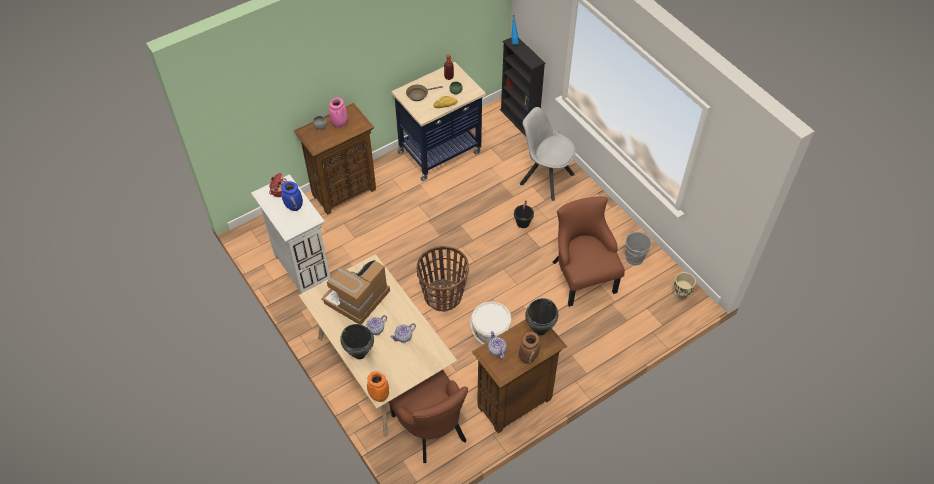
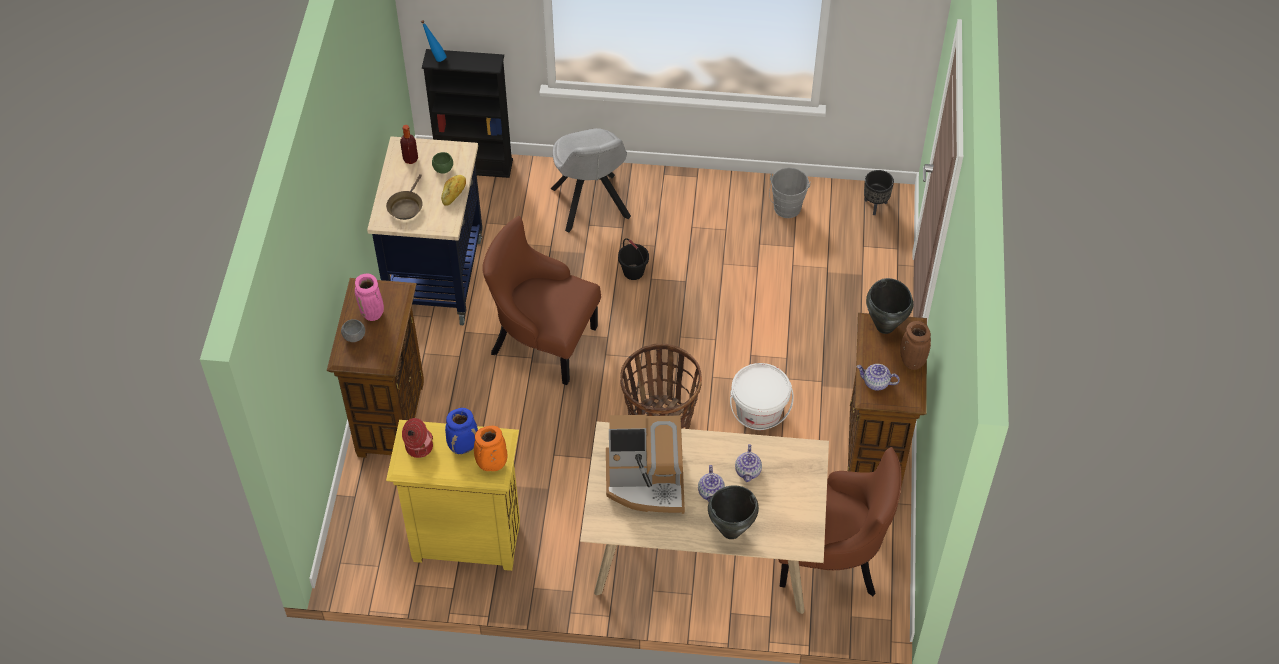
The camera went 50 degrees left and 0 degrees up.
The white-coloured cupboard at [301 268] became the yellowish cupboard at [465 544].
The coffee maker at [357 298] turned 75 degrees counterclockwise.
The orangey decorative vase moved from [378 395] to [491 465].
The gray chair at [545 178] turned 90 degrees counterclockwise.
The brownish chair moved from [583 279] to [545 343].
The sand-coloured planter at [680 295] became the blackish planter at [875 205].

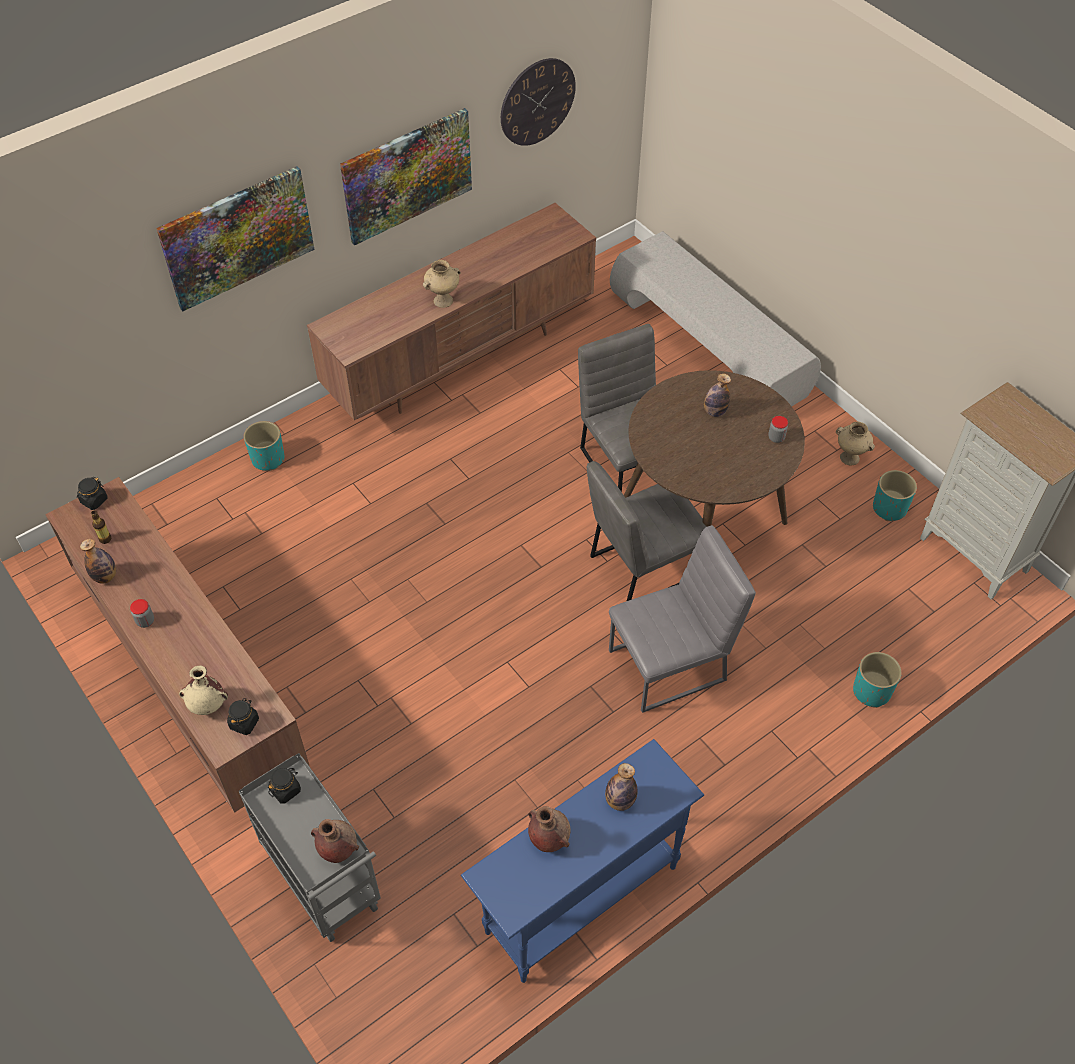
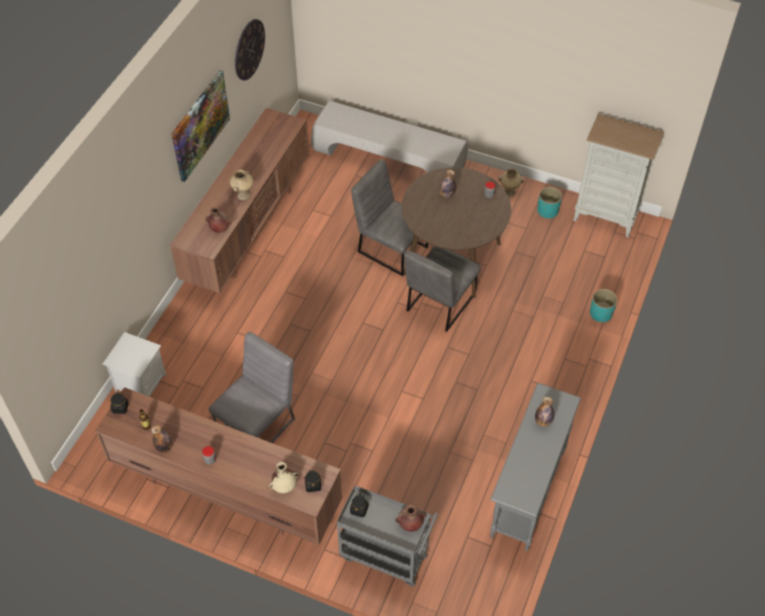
The camera went 30 degrees left and 0 degrees up.
The wall art at [237 237] disappeared.
The blue-green planter at [268 459] disappeared.
The bluish console table at [580 899] became the gray console table at [527 494].
The brownish decorative vase moved from [548 838] to [219 228].
The gray chair moved from [671 664] to [258 425].
The gray nightstand at [140 382] appeared.

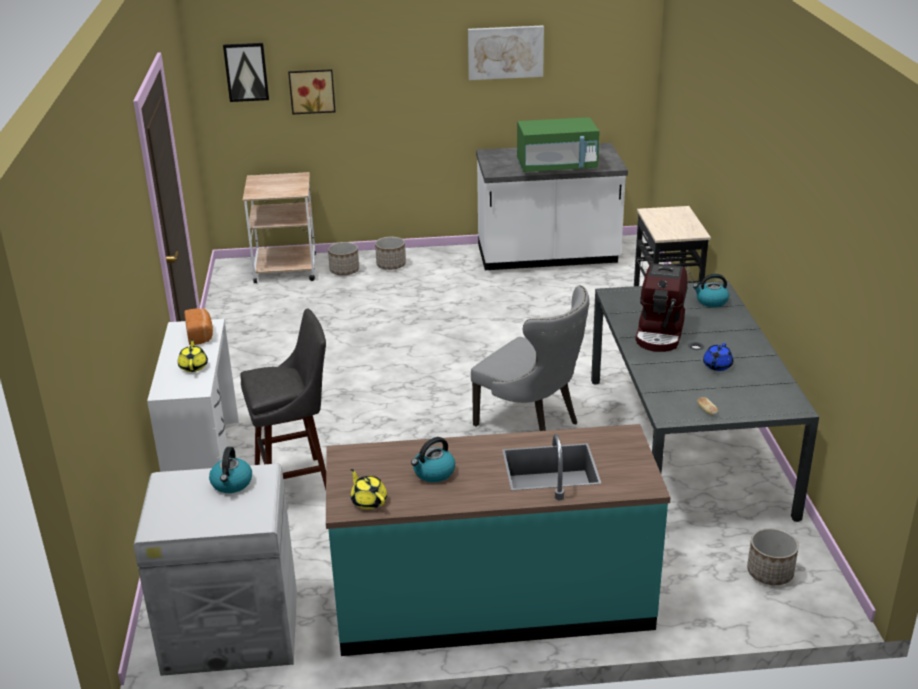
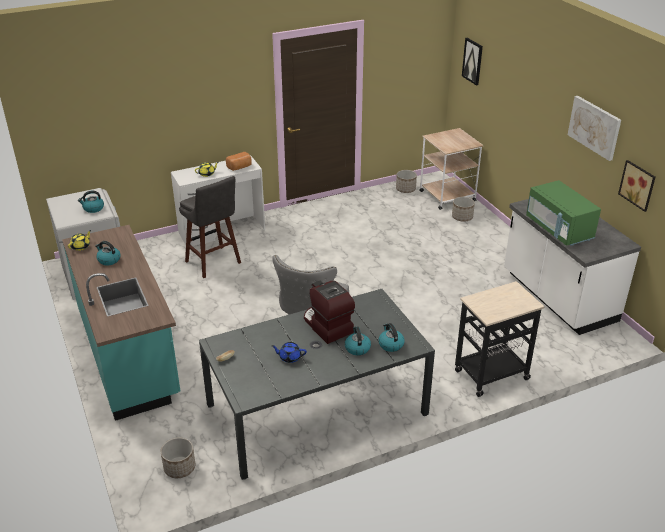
The camera went 70 degrees right and 5 degrees up.
The wall art moved from [312 91] to [638 185].
The planter moved from [391 265] to [406 189].
The coffee maker at [660 333] turned 60 degrees clockwise.
The tea kettle at [357 348] appeared.

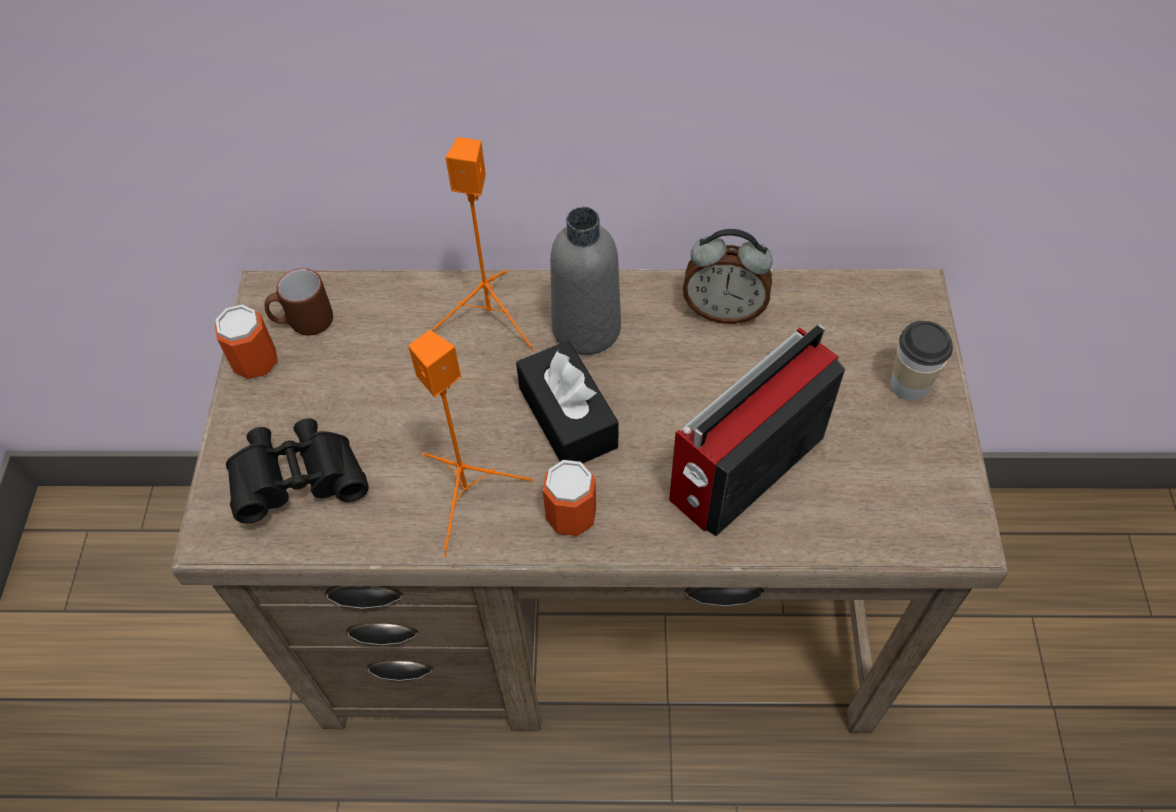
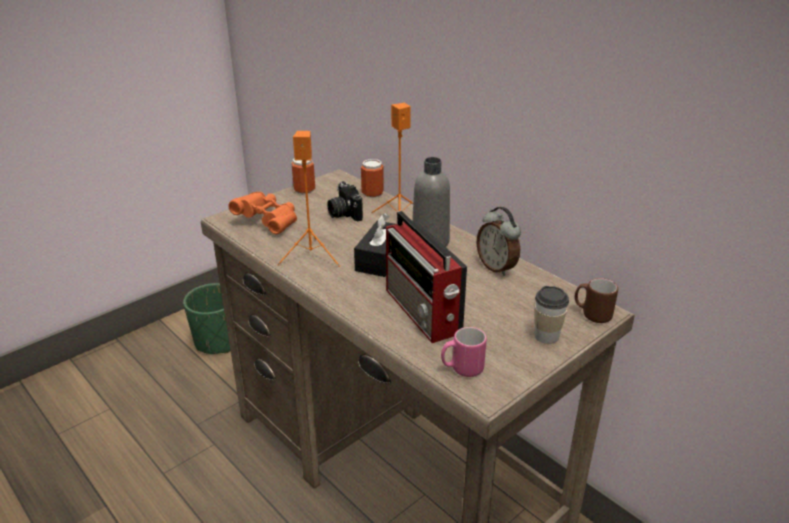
The camera went 45 degrees right and 25 degrees down.
The blackish pair of binoculars at [300 480] became the orangey pair of binoculars at [268 222].
The brownish mug moved from [304 322] to [592 314].
The metal can moved from [571 516] to [372 193].
The radio receiver at [743 469] turned 120 degrees counterclockwise.
The green planter at [218 341] appeared.
The photo camera at [344 213] appeared.
The pink-coloured mug at [462 369] appeared.

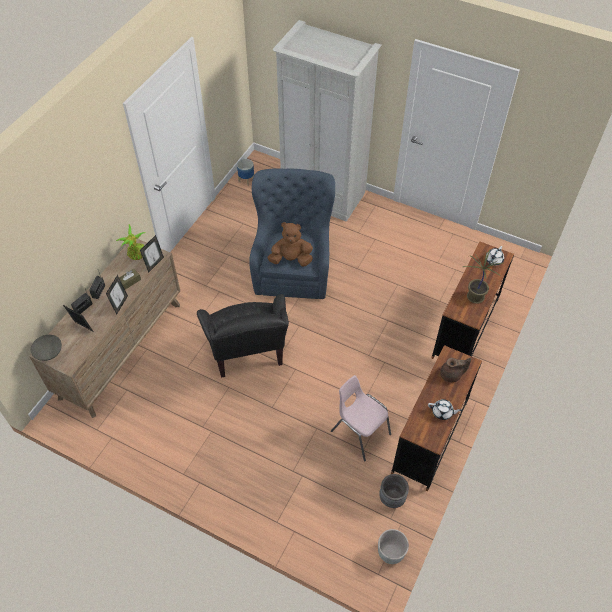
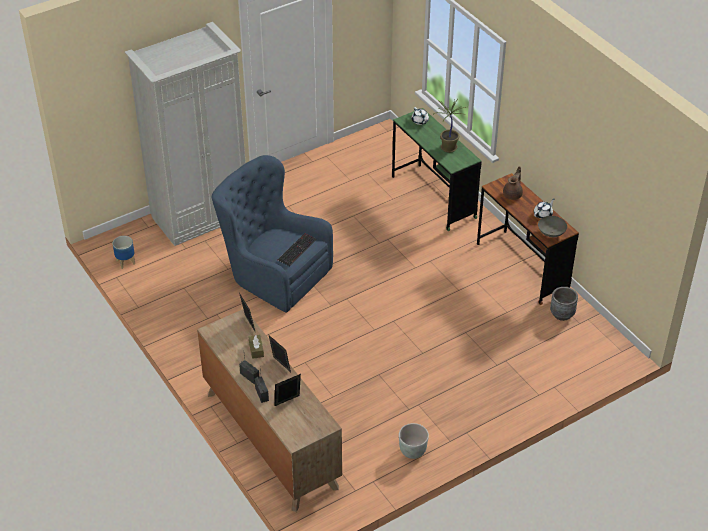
The camera went 60 degrees left and 10 degrees down.
The gray deep dish moved from [48 353] to [551 233].
The houseplant at [136 254] disappeared.
The blackish easy chair at [249 360] disappeared.
The brownish plush toy at [291 259] was replaced by the PC keyboard at [296 249].
The pink-coloured chair at [360 432] disappeared.
The gray planter moved from [390 553] to [413 451].
The brownish desk at [465 328] became the green desk at [433 197].

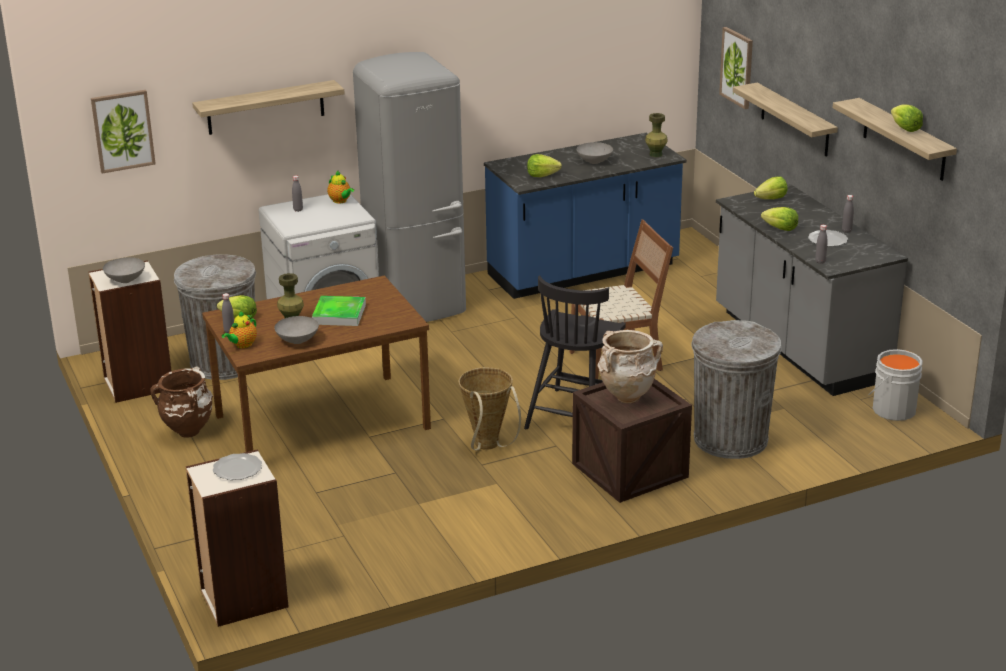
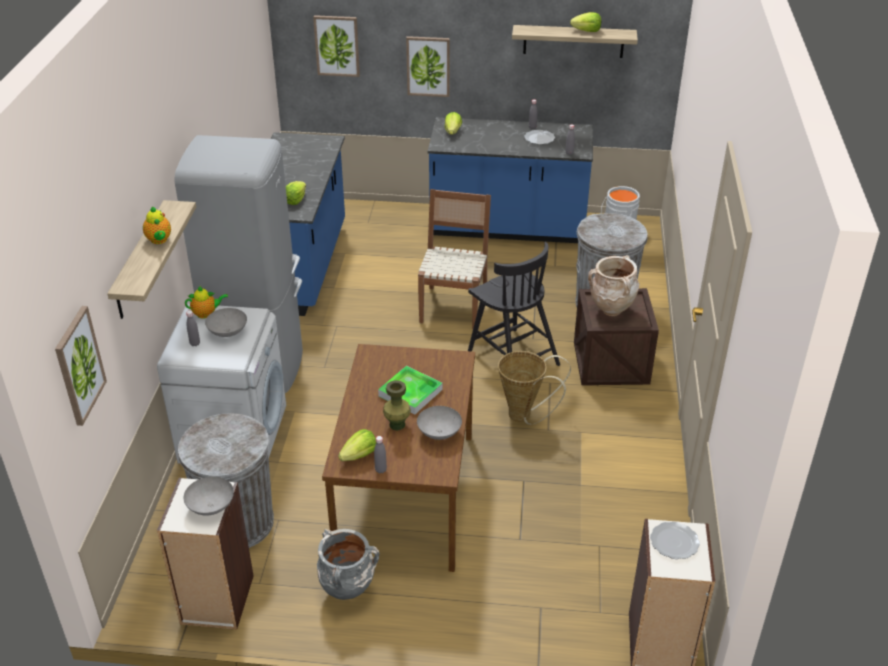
The camera went 60 degrees left and 10 degrees up.
The brownish decorative vase at [188 433] became the gray decorative vase at [348 591].
The pot for tea moved from [242 345] to [159 240].
The gray deep dish moved from [595 162] to [228 332].
The green decorative vase at [655 154] disappeared.
The gray counter at [798 346] became the bluish counter at [507 228].
The bracket shelf at [795 120] was replaced by the wall art at [428 66].
The lettuce head at [780 228] disappeared.

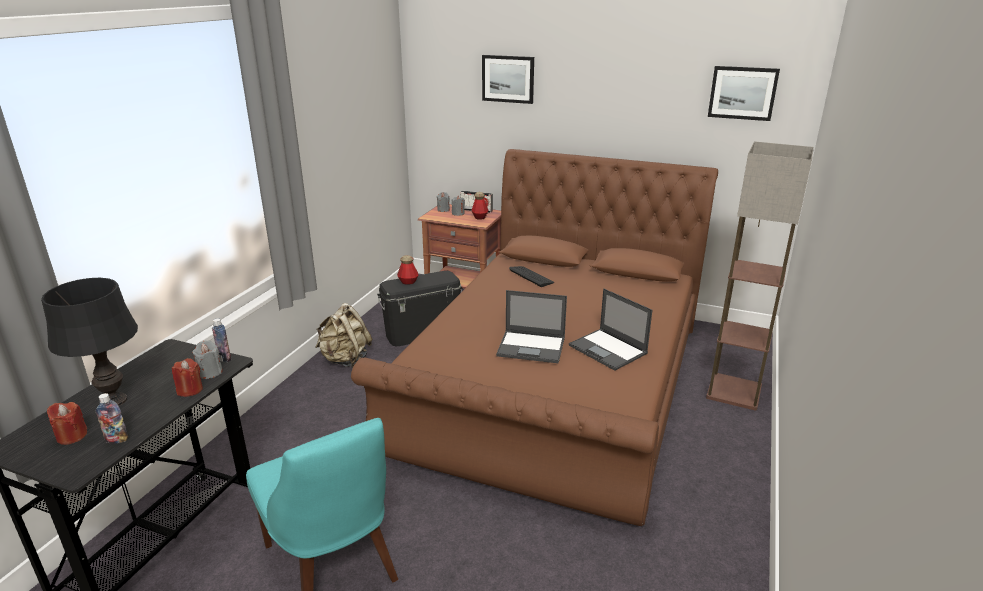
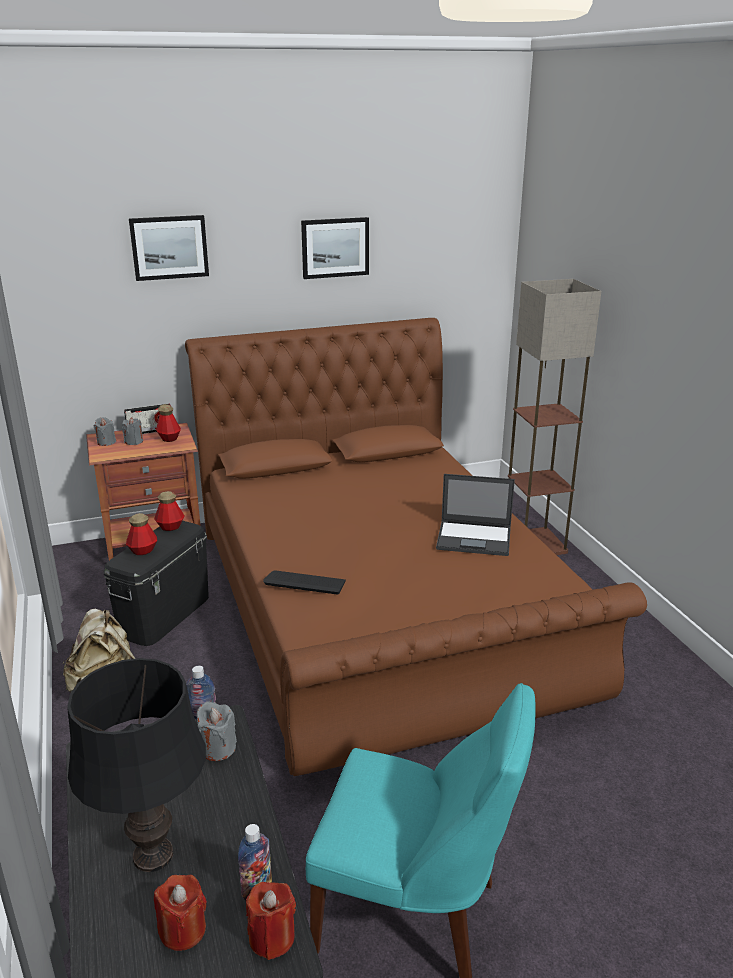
The camera went 40 degrees left and 0 degrees up.
The red-coloured candle moved from [190 390] to [272 937].
The laptop at [532 347] disappeared.
The PC keyboard moved from [531 276] to [305 583].
The wall art moved from [742 93] to [335 247].
The bottle at [170 527] appeared.

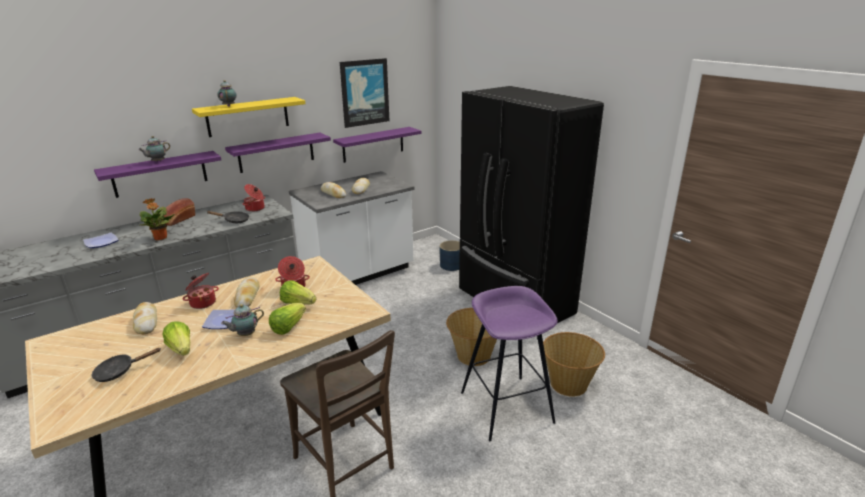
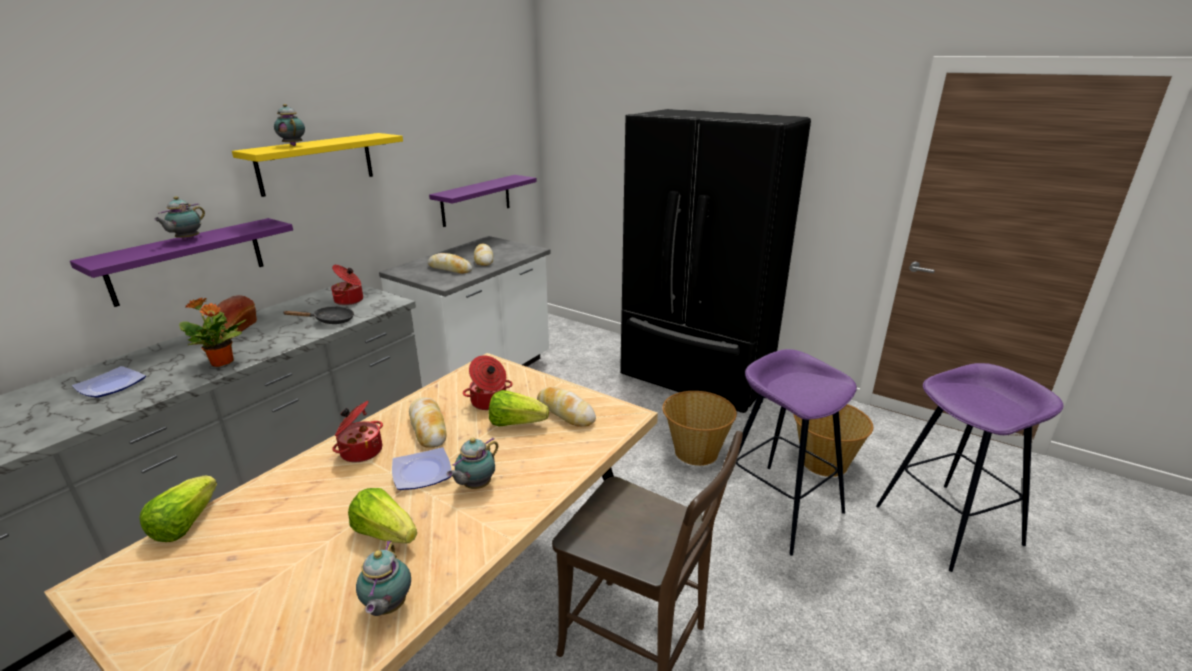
The camera went 20 degrees left and 0 degrees up.
The blackish pan at [119 371] disappeared.
The bakery bread moved from [146 322] to [565 412].
The purple bracket shelf at [276 152] disappeared.
The lettuce head moved from [288 327] to [185 523].
The wall art at [364 92] disappeared.
The bluish planter at [451 265] disappeared.
The pot for tea at [387 608] appeared.
The purple stool seat at [948 525] appeared.

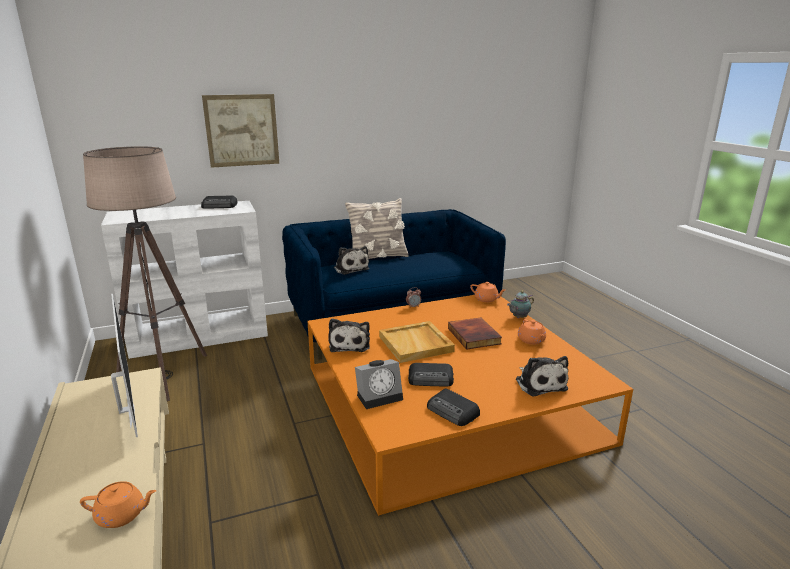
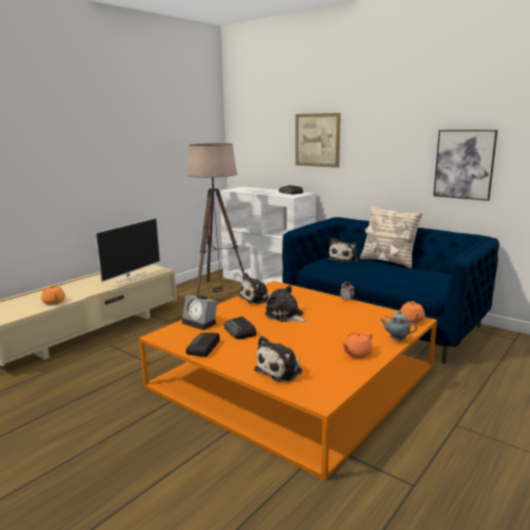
The camera went 60 degrees right and 5 degrees down.
The sand-coloured carrying tray at [416 344] was replaced by the plush toy at [285 315].
The book at [475 336] disappeared.
The wall art at [464 164] appeared.

